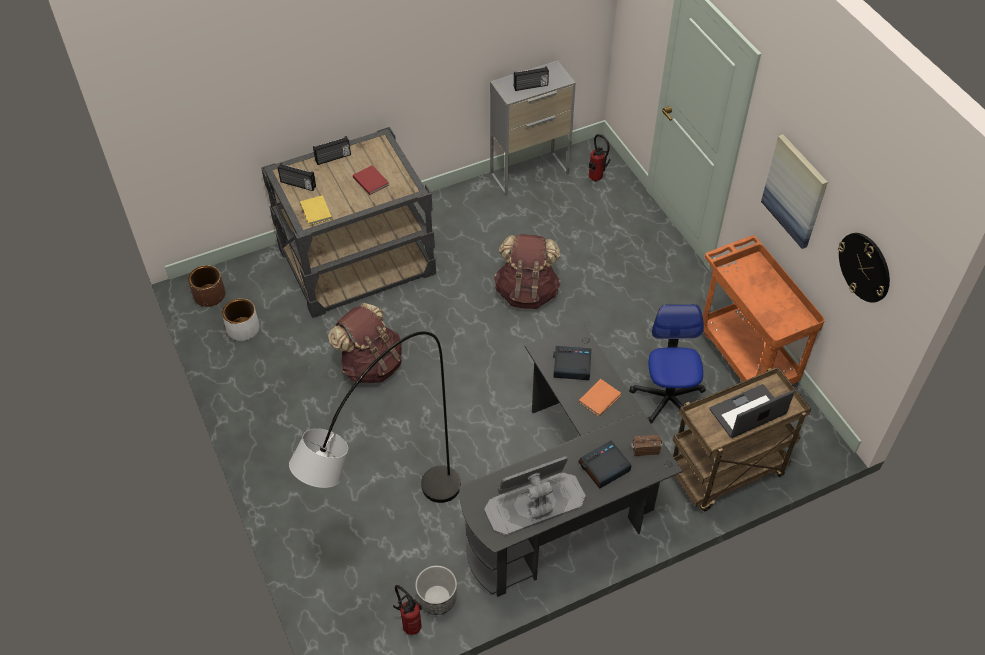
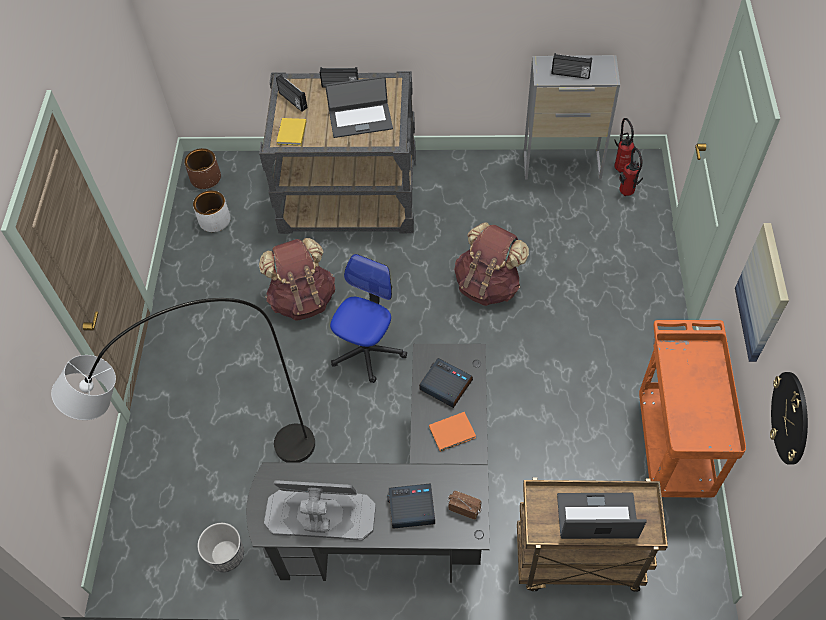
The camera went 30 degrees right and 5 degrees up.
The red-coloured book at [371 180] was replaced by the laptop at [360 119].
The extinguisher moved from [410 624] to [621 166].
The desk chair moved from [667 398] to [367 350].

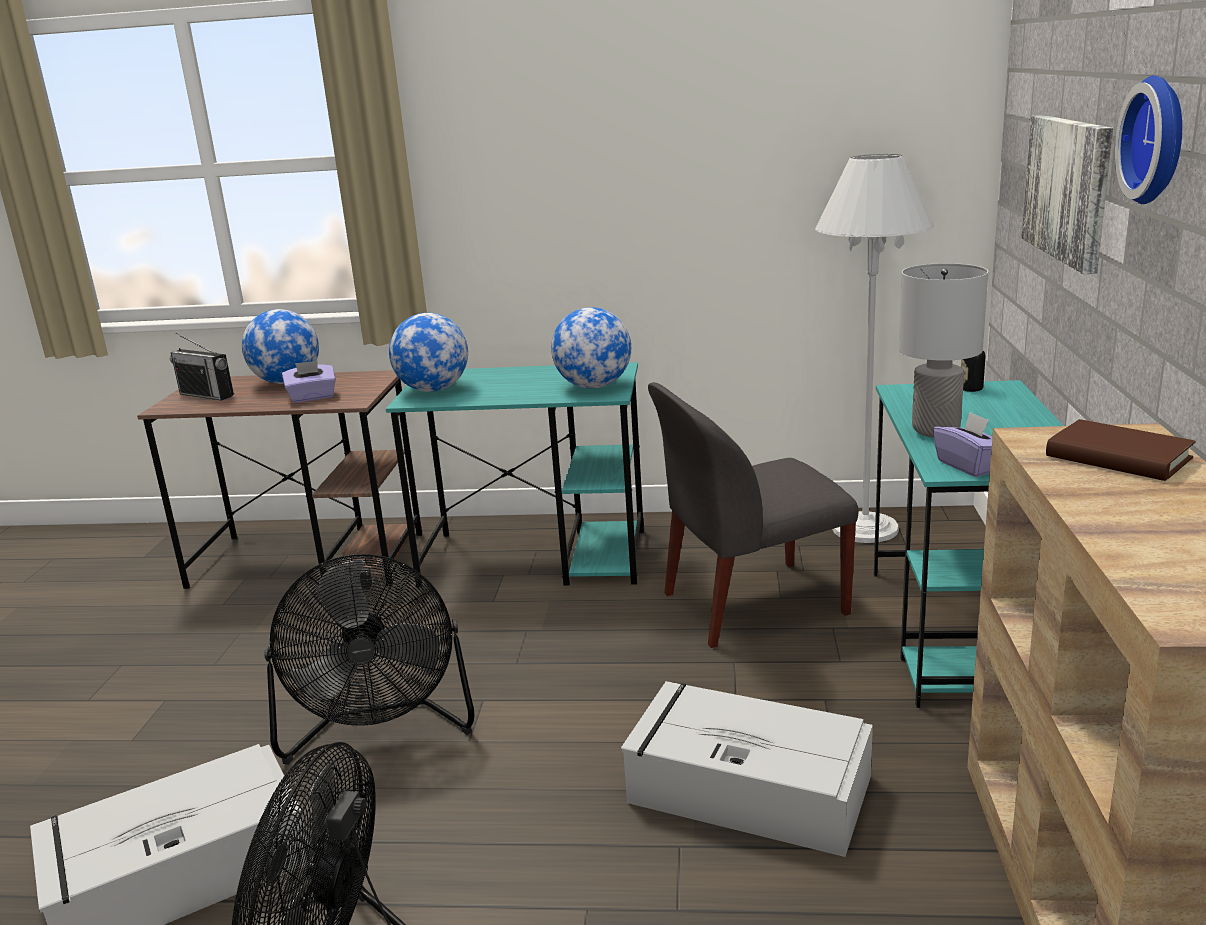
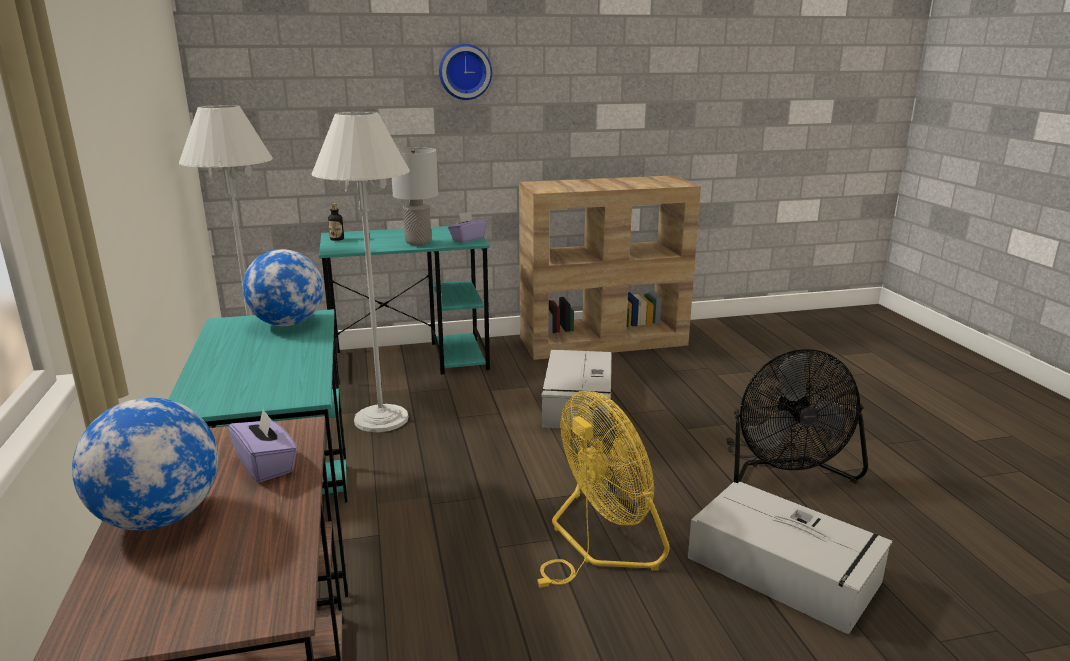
The camera went 110 degrees left and 0 degrees up.
The radio receiver at [206 395] disappeared.
The blackish fan at [372 727] became the yellowish fan at [592 541].
The desk globe at [433 390] disappeared.
The gray chair at [749 605] was replaced by the white-coloured standard lamp at [381 419].
The wall art at [1069 189] disappeared.
The brownish book at [1118 457] disappeared.

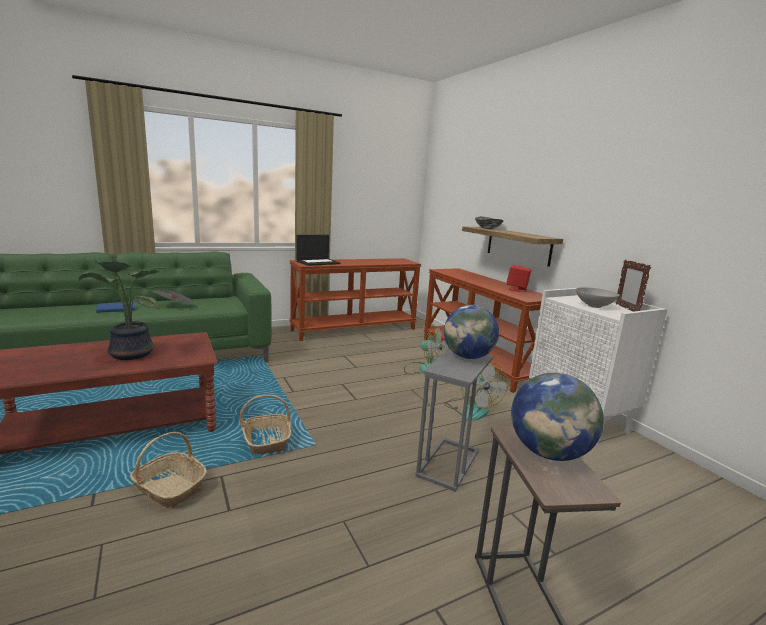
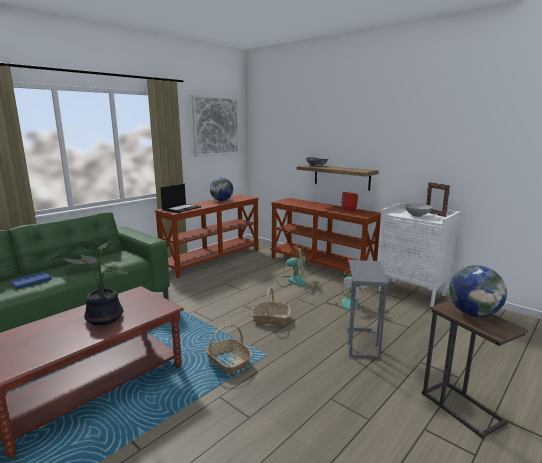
The camera went 20 degrees left and 0 degrees up.
The storage basket moved from [169 488] to [271 319].
The desk globe moved from [468 357] to [222 200].
The wall art at [216 126] appeared.

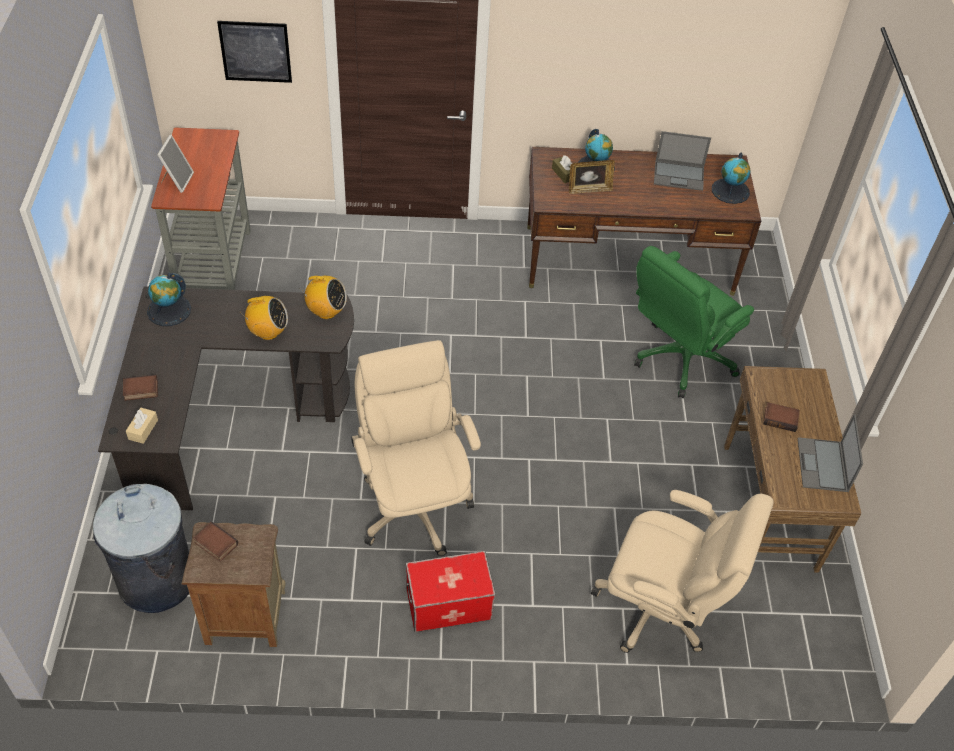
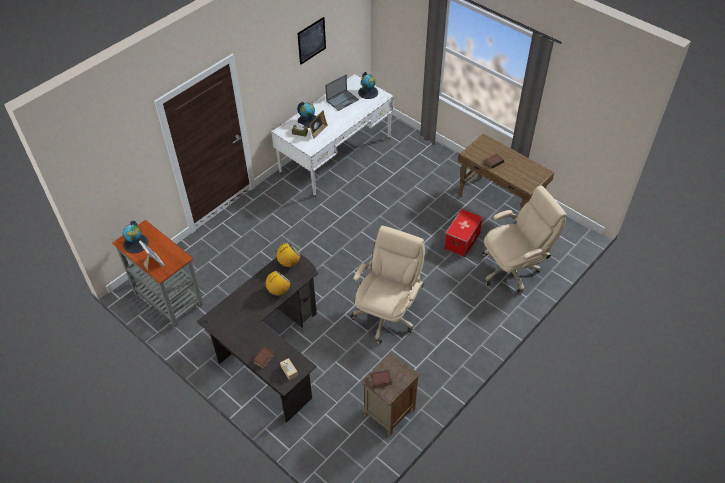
The camera went 45 degrees left and 0 degrees up.
The gray rubbish bin at [156 580] disappeared.
The desk globe moved from [169 310] to [136 243].
The wall art moved from [255 51] to [311 40].
The sand-coloured desk chair at [413 502] turned 90 degrees clockwise.
The storage container moved from [448 605] to [462 240].
The brownish desk at [628 260] became the white-coloured desk at [336 155].
The green desk chair at [678 361] disappeared.
The laptop at [823 465] disappeared.

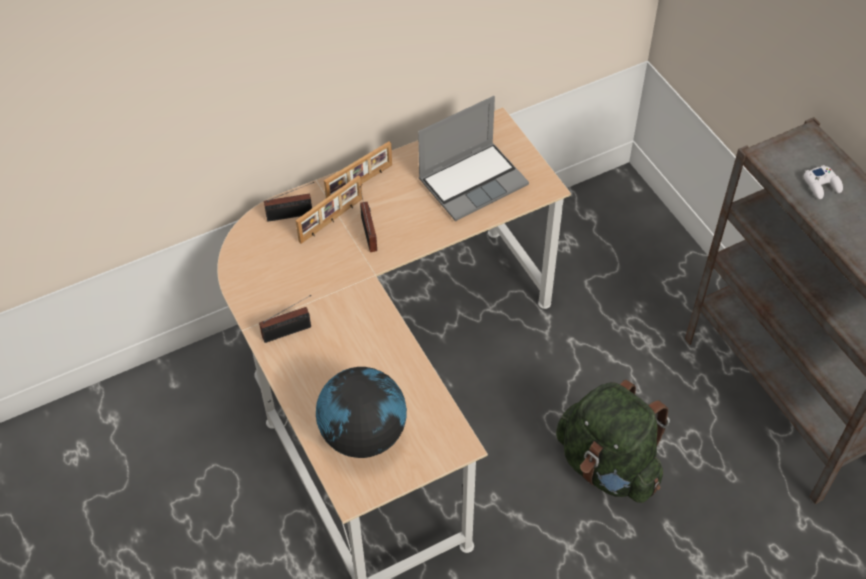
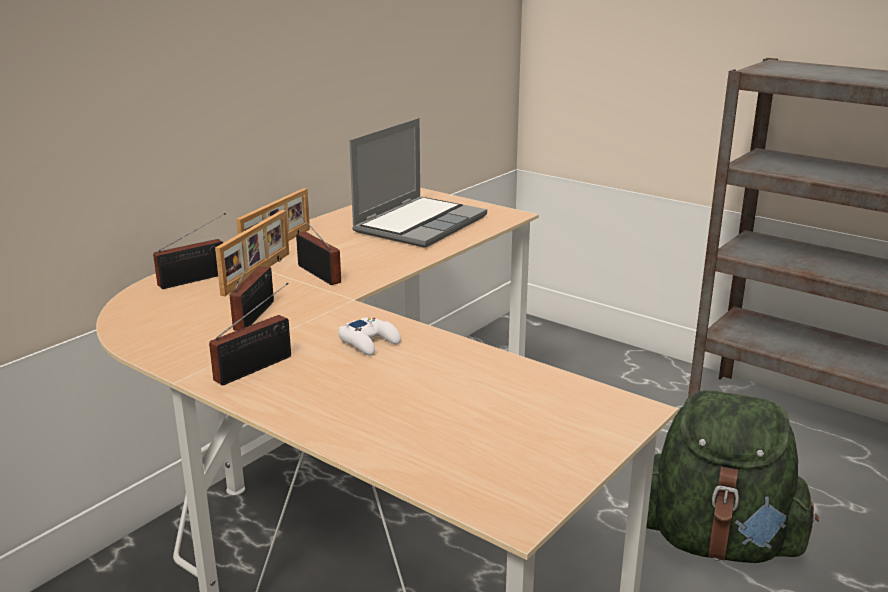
The camera went 25 degrees left and 30 degrees down.
The desk globe at [363 434] disappeared.
The white-coloured joypad moved from [822 185] to [369 342].
The radio receiver at [256 313] appeared.

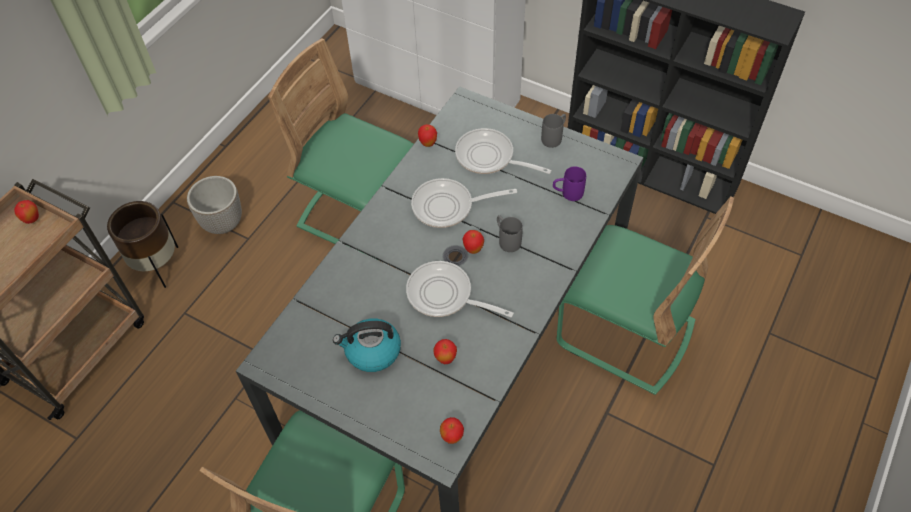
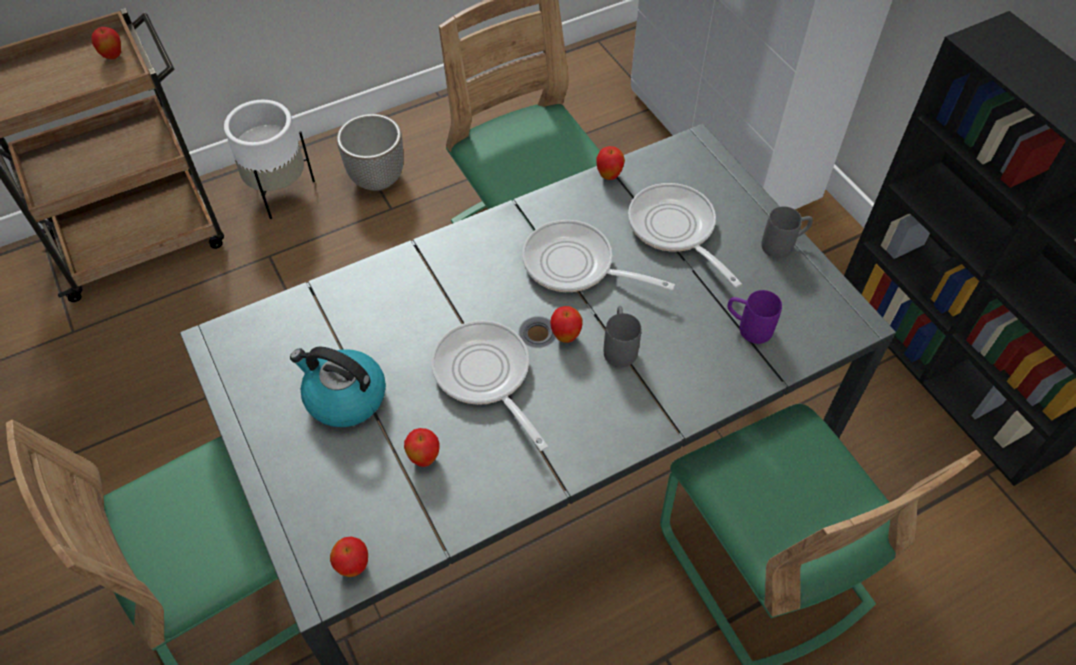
The camera went 30 degrees right and 0 degrees up.
The brownish planter at [157 266] became the white-coloured planter at [279 192].

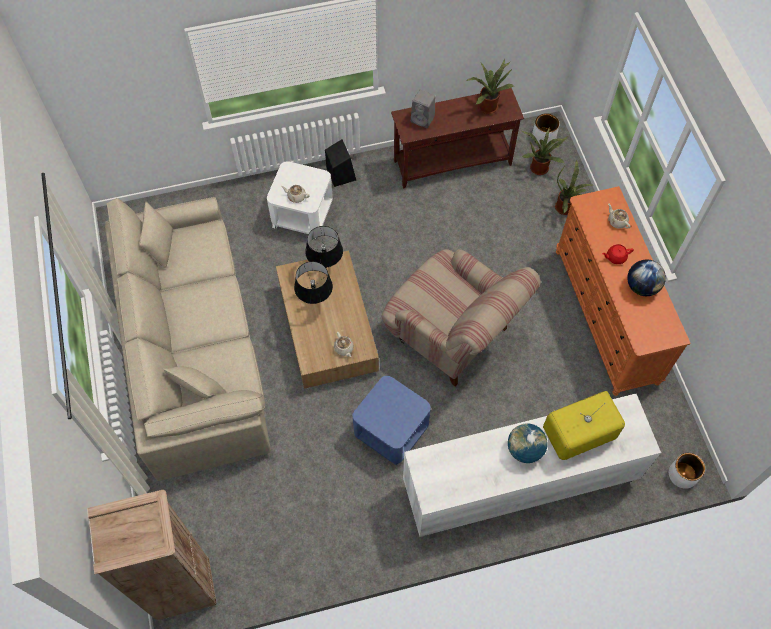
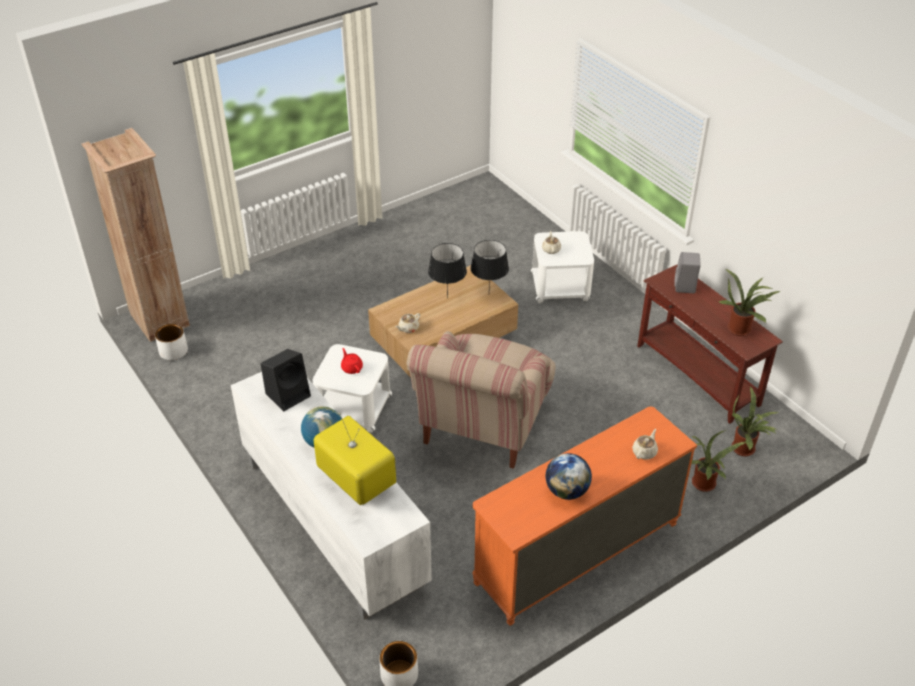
The camera went 70 degrees right and 20 degrees down.
The sand-coloured couch at [195 349] disappeared.
The blackish audio speaker moved from [340 173] to [289 394].
The bluish side table at [391 430] became the white-coloured side table at [354 408].
The white-coloured planter moved from [543 136] to [173 351].
The red-coloured pot for tea moved from [615 257] to [352 368].

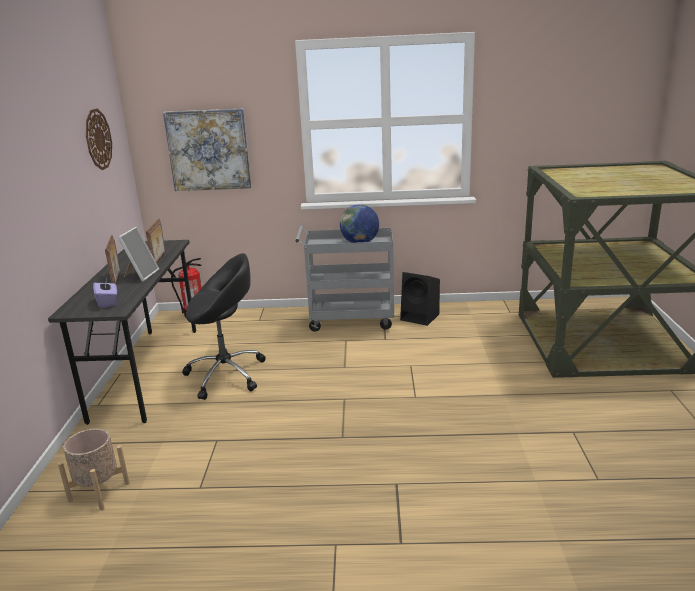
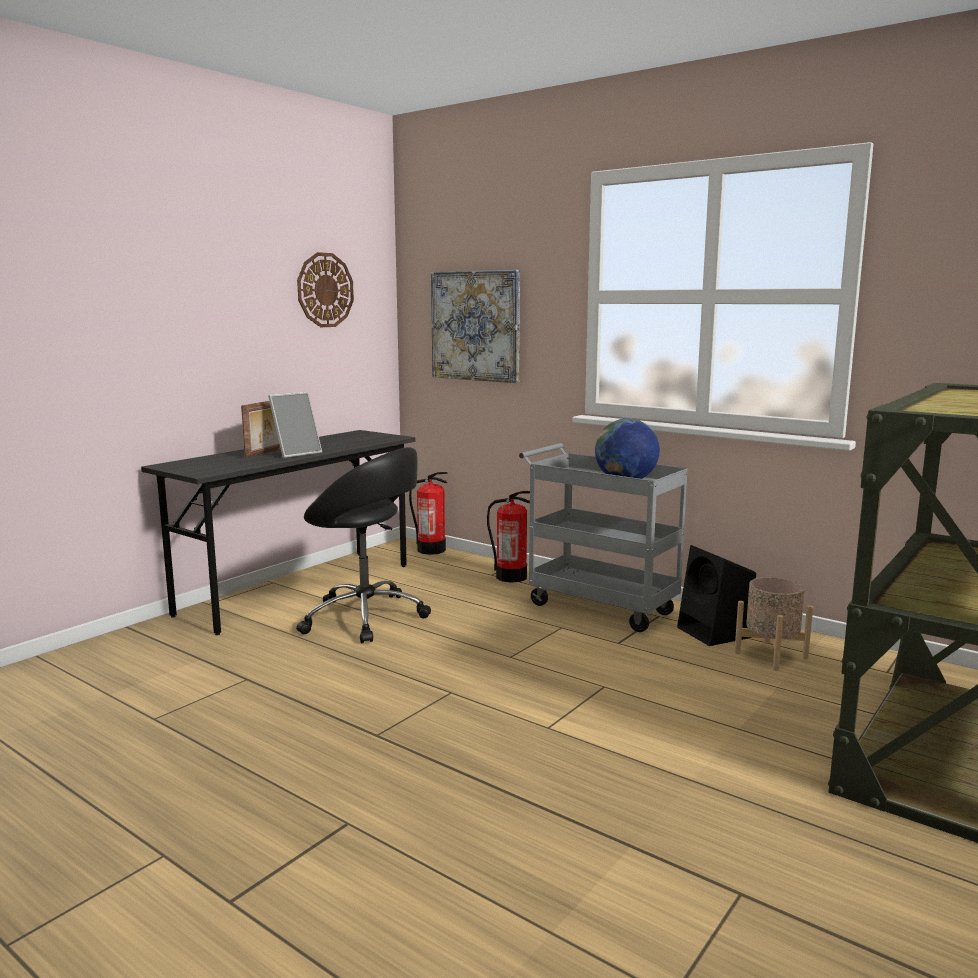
The camera went 35 degrees right and 10 degrees down.
The sand-coloured planter moved from [99 491] to [770 655].
The purple tissue box at [108 302] disappeared.
The standing frame at [159 260] disappeared.
The extinguisher at [511 577] appeared.

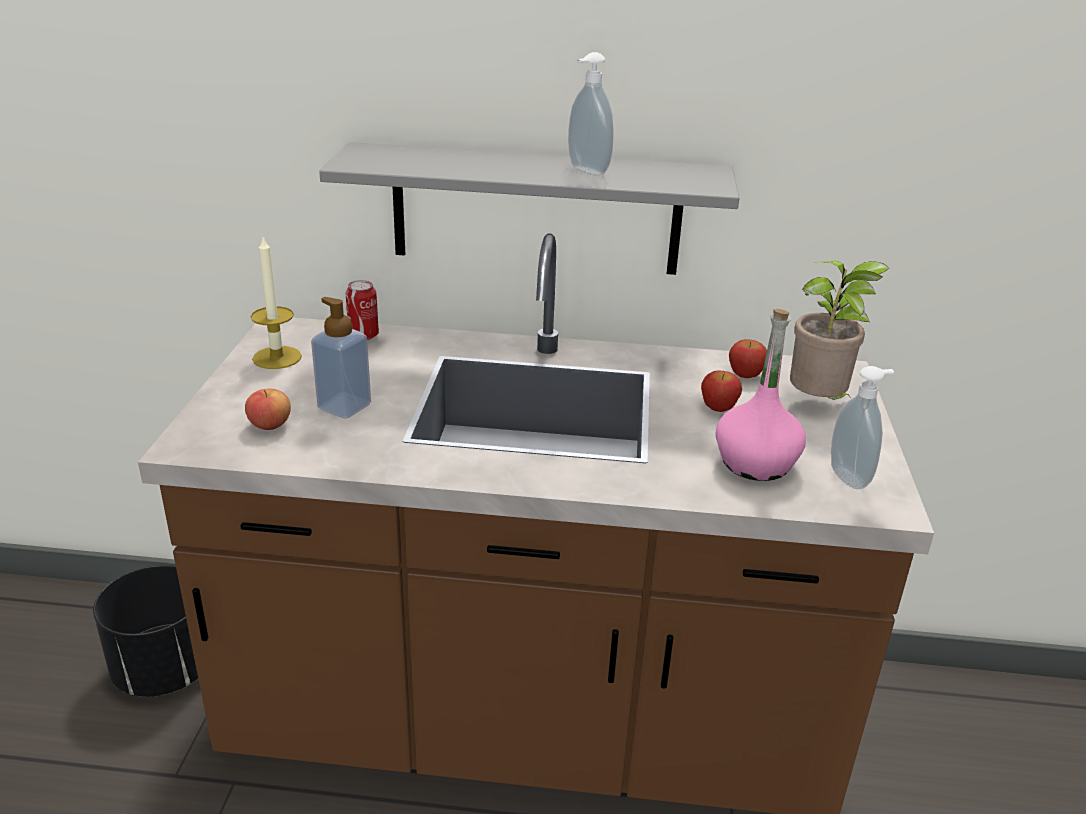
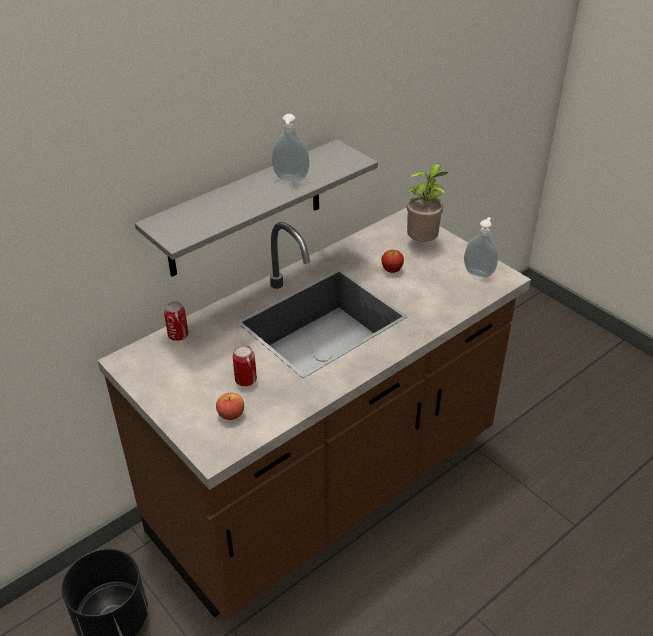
The camera went 45 degrees left and 10 degrees up.
The candle at [277 357] disappeared.
The soap dispenser at [344 406] was replaced by the metal can at [246 380].
The pink-coloured bottle at [755 463] disappeared.
The whole apple at [745 375] disappeared.

